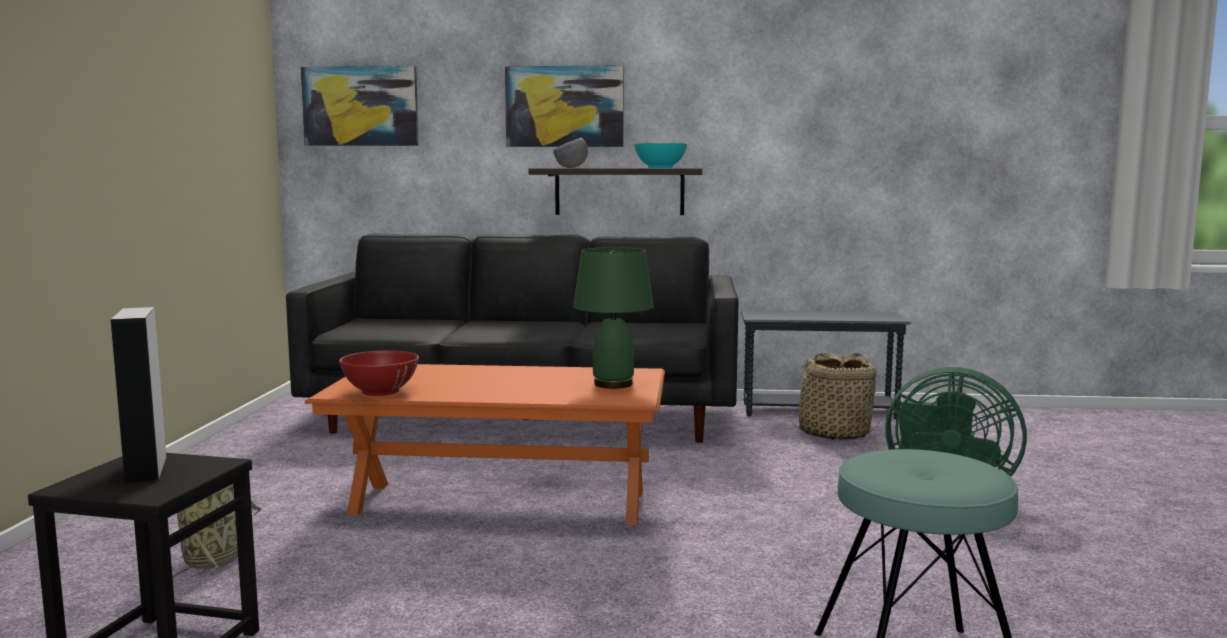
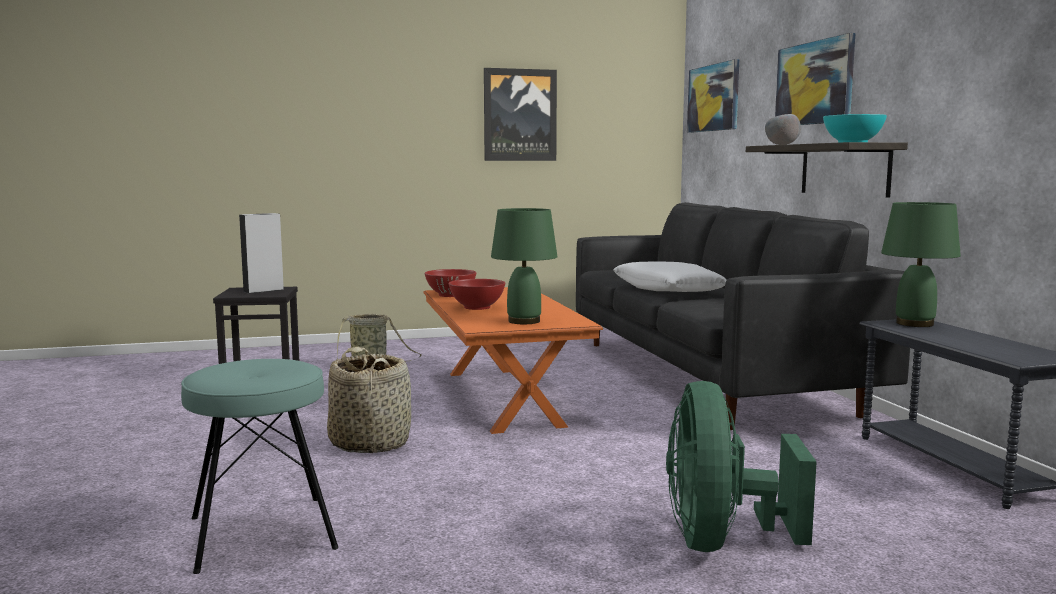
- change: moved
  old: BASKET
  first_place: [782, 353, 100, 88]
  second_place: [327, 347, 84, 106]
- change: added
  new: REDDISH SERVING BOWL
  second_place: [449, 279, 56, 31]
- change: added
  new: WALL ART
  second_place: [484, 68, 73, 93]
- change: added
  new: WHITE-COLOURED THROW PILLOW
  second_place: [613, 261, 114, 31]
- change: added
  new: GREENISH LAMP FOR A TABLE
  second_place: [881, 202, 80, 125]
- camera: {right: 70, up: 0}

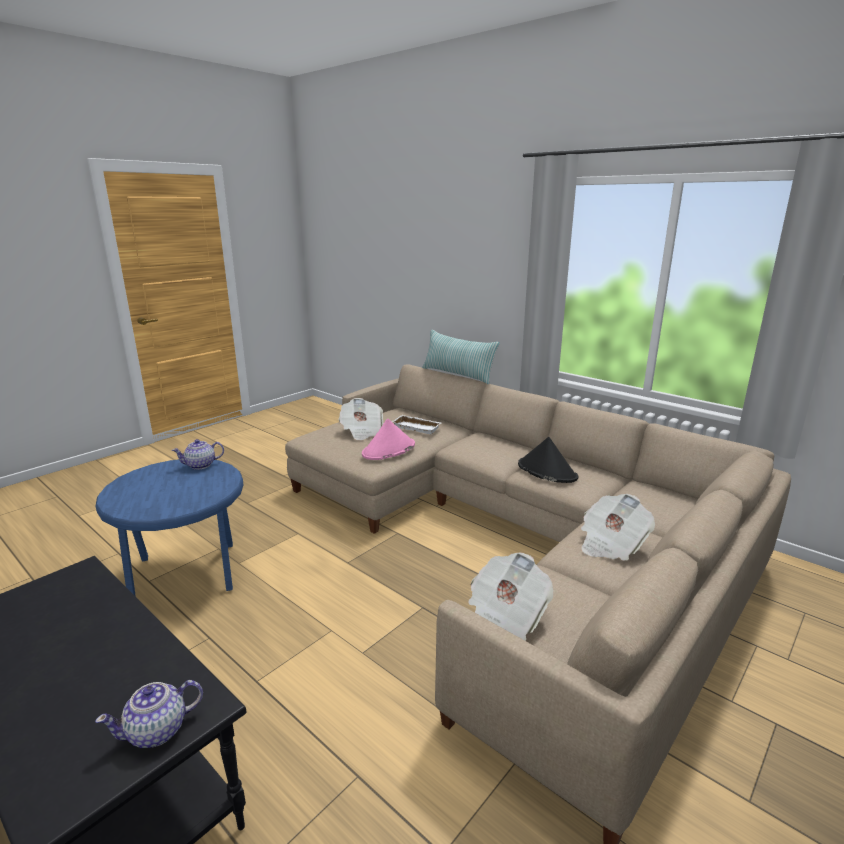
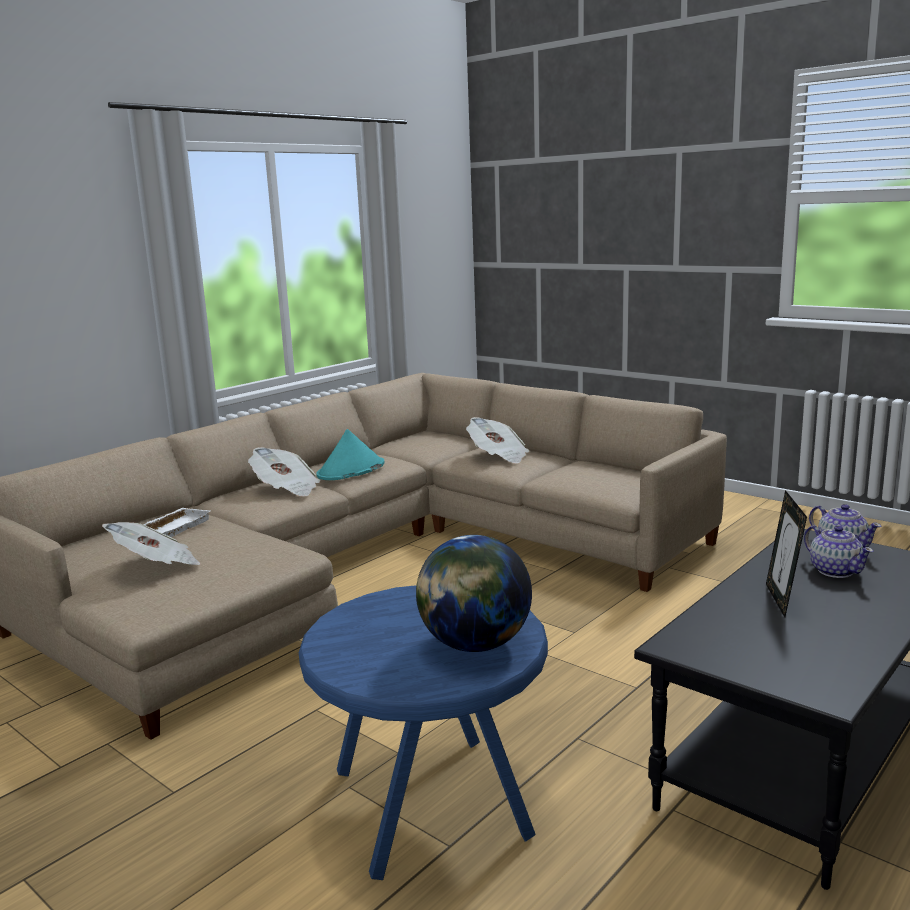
- change: moved
  old: NEWSPAPER
  first_place: [468, 552, 86, 89]
  second_place: [248, 447, 72, 50]
- change: recoloured
  old: BLACK-COLOURED CLOTHING HAT
  new: TURQUOISE CLOTHING HAT
  first_place: [518, 437, 60, 46]
  second_place: [316, 429, 68, 51]
- change: added
  new: DESK GLOBE
  second_place: [416, 535, 116, 117]
- change: added
  new: STANDING FRAME
  second_place: [766, 490, 41, 127]
- change: moved
  old: POT FOR TEA
  first_place: [172, 439, 52, 31]
  second_place: [804, 525, 70, 53]
- change: removed
  old: PINK-COLOURED CLOTHING HAT
  first_place: [362, 419, 53, 41]
- change: removed
  old: THROW PILLOW
  first_place: [422, 330, 78, 54]
- camera: {right: -90, up: -5}

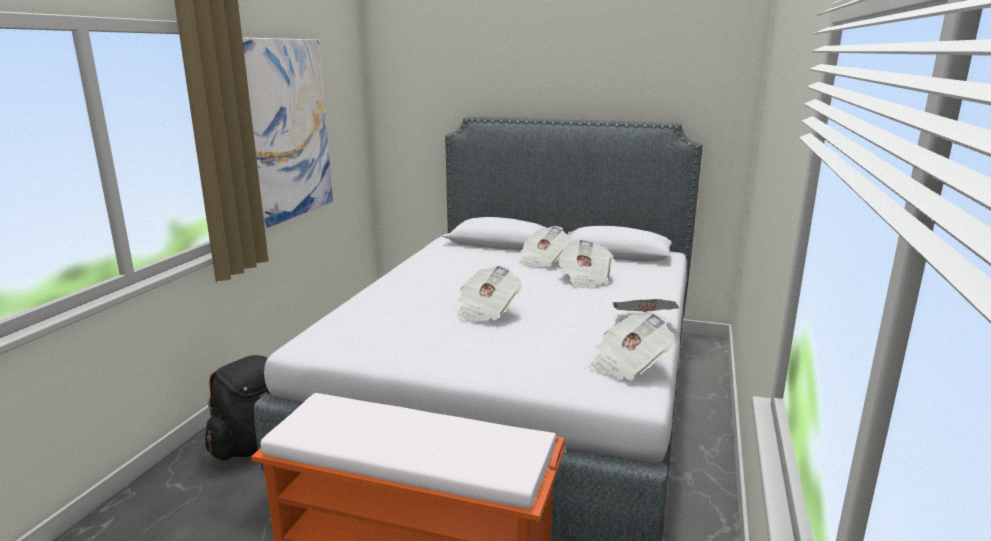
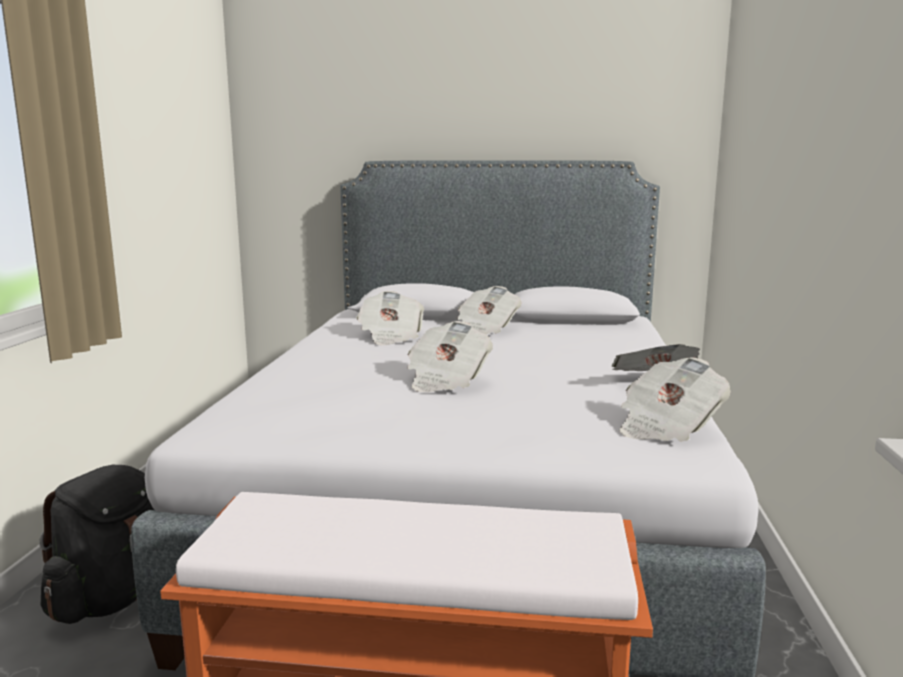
- change: moved
  old: NEWSPAPER
  first_place: [557, 239, 56, 49]
  second_place: [357, 291, 67, 54]
- change: removed
  old: WALL ART
  first_place: [242, 37, 91, 192]
- camera: {right: -10, up: -5}

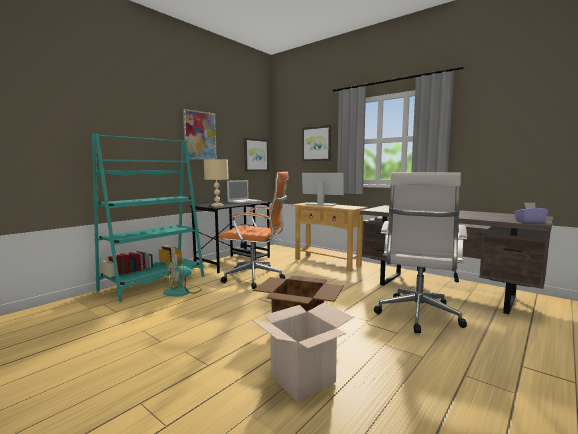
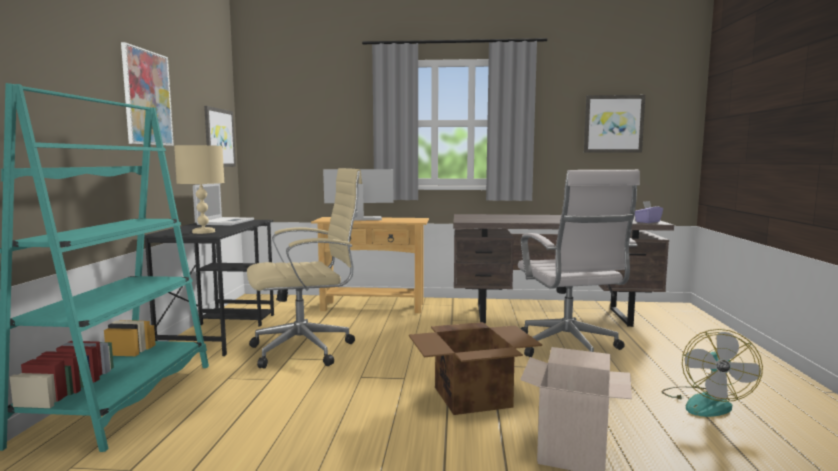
- change: recoloured
  old: ORANGEY DESK CHAIR
  new: BEIGE DESK CHAIR
  first_place: [219, 172, 70, 117]
  second_place: [247, 168, 115, 201]
- change: moved
  old: WALL ART
  first_place: [302, 125, 29, 36]
  second_place: [584, 95, 61, 58]
- change: moved
  old: FAN
  first_place: [163, 253, 39, 44]
  second_place: [662, 329, 101, 88]
- camera: {right: -35, up: 0}

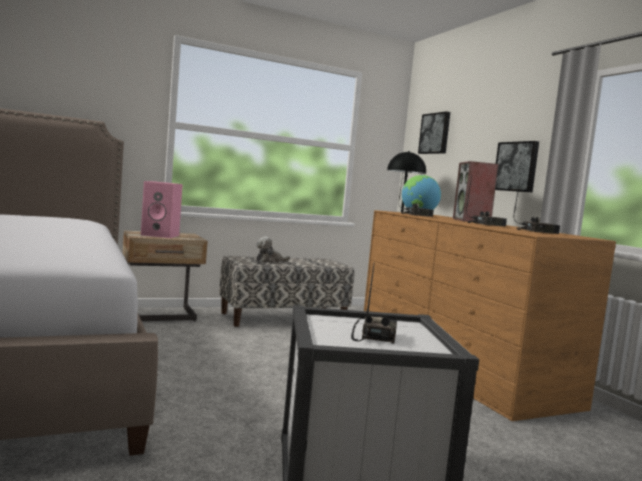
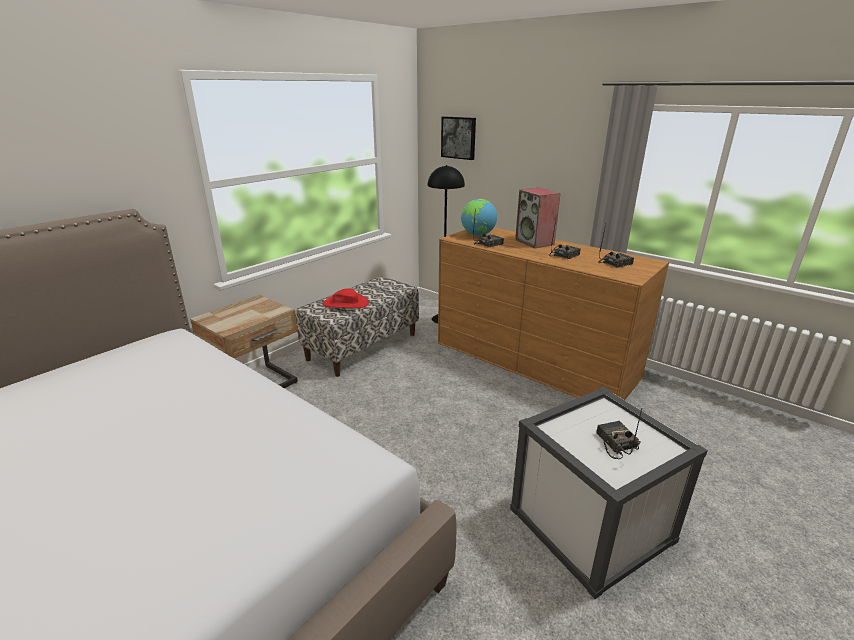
- change: replaced
  old: SOFT TOY
  new: REDDISH CLOTHING HAT
  first_place: [256, 237, 34, 26]
  second_place: [323, 288, 46, 20]
- change: removed
  old: PINK-COLOURED AUDIO SPEAKER
  first_place: [141, 181, 42, 57]
- change: removed
  old: WALL ART
  first_place: [495, 141, 44, 51]
- camera: {right: -25, up: 20}

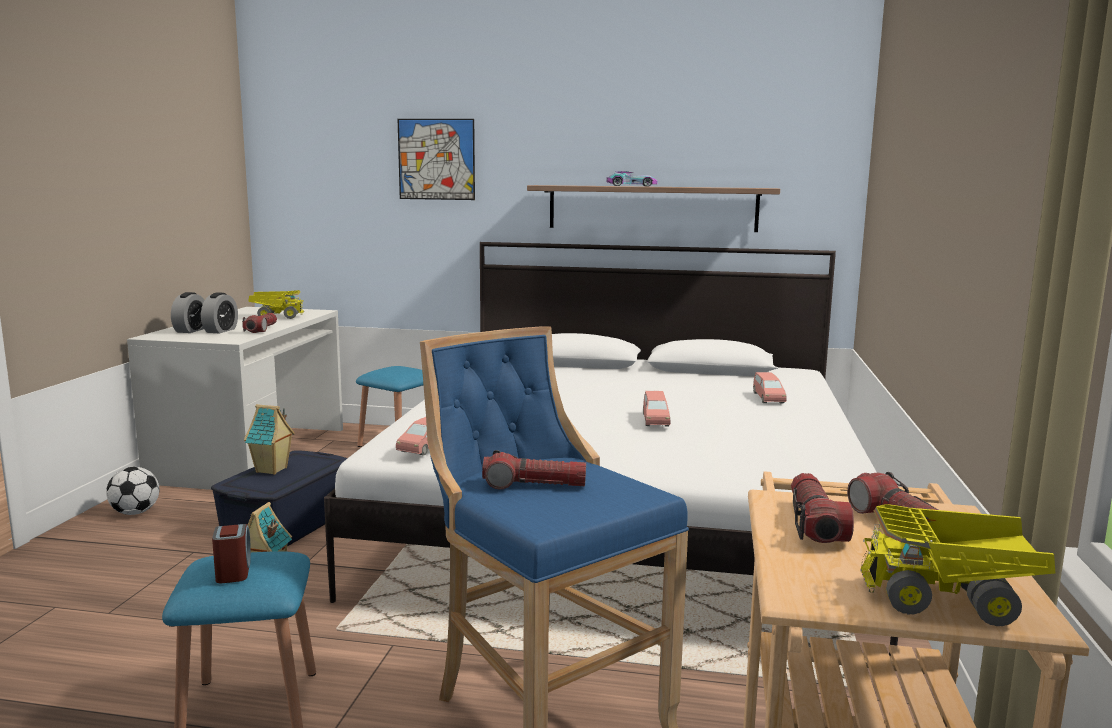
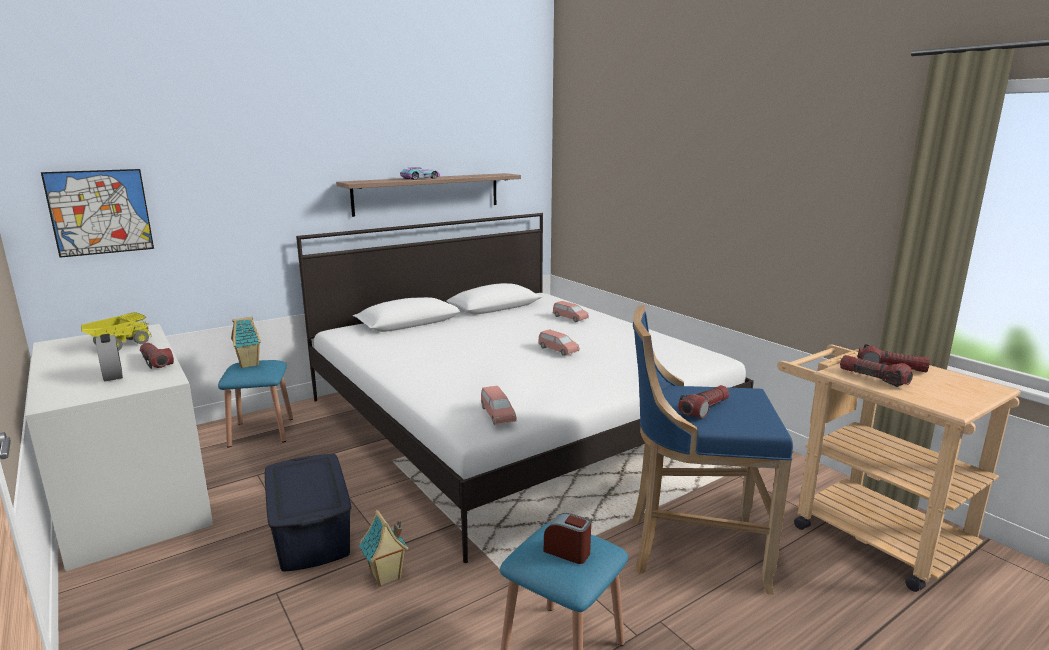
- change: moved
  old: WALL ART
  first_place: [398, 119, 77, 81]
  second_place: [41, 169, 113, 89]
- change: moved
  old: MODEL HOUSE
  first_place: [244, 404, 51, 71]
  second_place: [231, 317, 30, 51]
- change: removed
  old: FOOTBALL BALL
  first_place: [106, 467, 54, 48]
- change: removed
  old: TABLE CLOCK
  first_place: [171, 292, 34, 41]
- change: removed
  old: TOY TRUCK
  first_place: [860, 504, 195, 122]
- camera: {right: -45, up: 5}

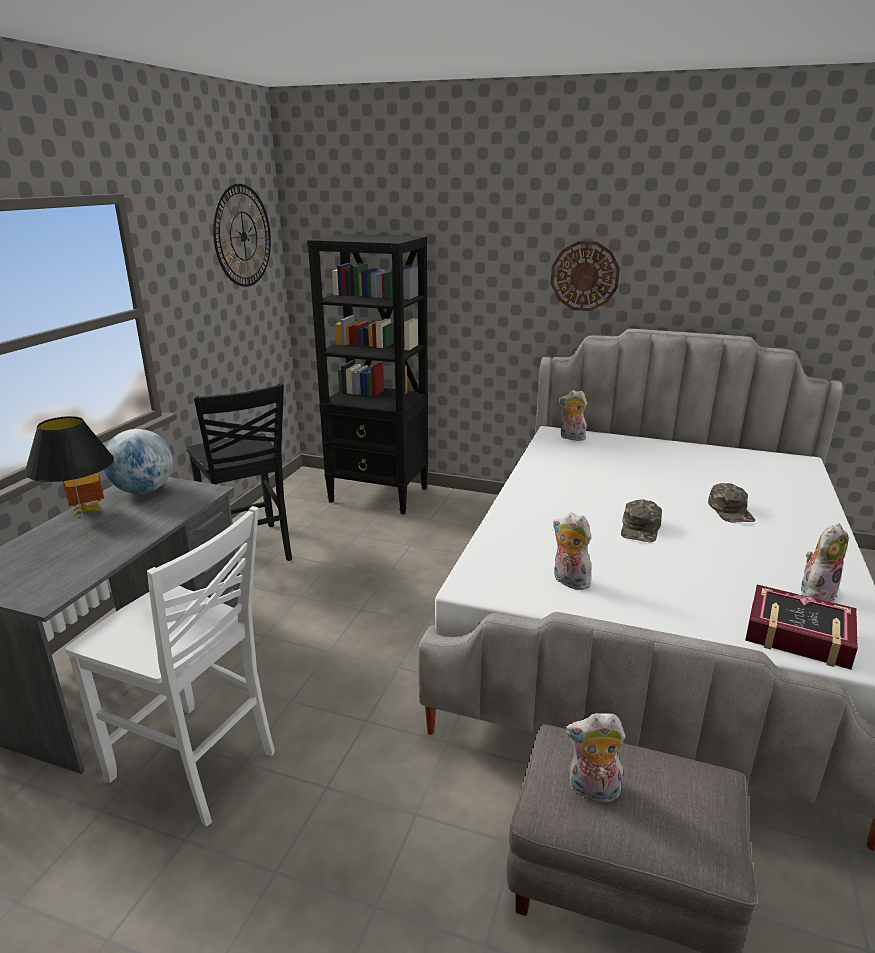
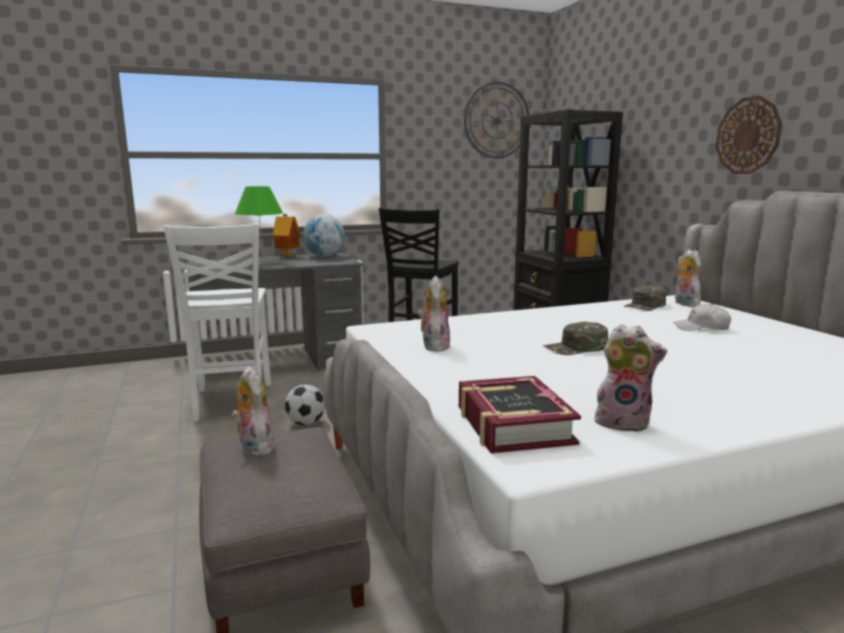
- change: recoloured
  old: BLACK-COLOURED LAMP FOR A TABLE
  new: GREENISH LAMP FOR A TABLE
  first_place: [24, 416, 90, 123]
  second_place: [235, 186, 48, 76]
- change: added
  new: FOOTBALL BALL
  second_place: [285, 384, 40, 41]
- change: moved
  old: GREENISH CAP
  first_place: [708, 483, 47, 40]
  second_place: [624, 286, 42, 25]
- change: added
  new: WHITE-COLOURED CAP
  second_place: [673, 303, 58, 28]
- camera: {right: 50, up: -10}

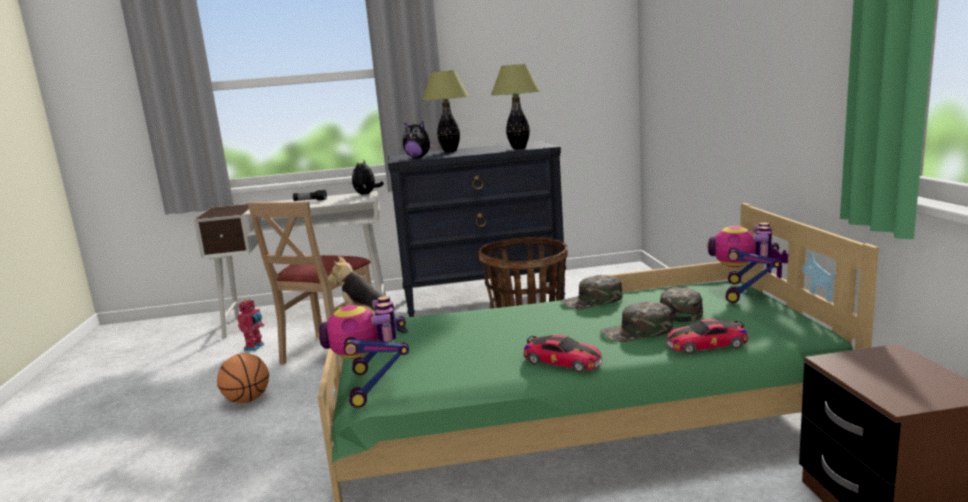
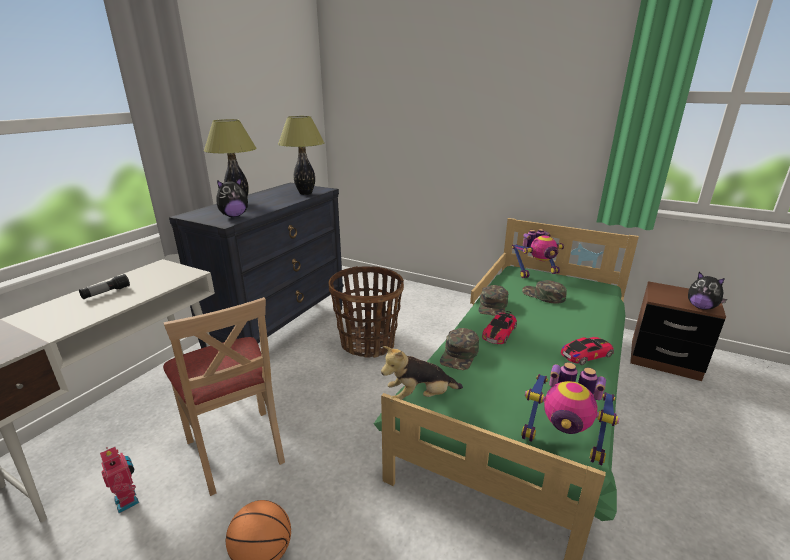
- change: moved
  old: GREENISH CAP
  first_place: [601, 301, 72, 41]
  second_place: [440, 328, 39, 42]
- change: moved
  old: TOY CAR
  first_place: [667, 319, 81, 35]
  second_place: [482, 311, 35, 33]
- change: turned
  old: TOY ROBOT
  first_place: [706, 223, 75, 80]
  second_place: [512, 229, 52, 49]
  degrees: -75
- change: moved
  old: SOFT TOY
  first_place: [352, 160, 32, 35]
  second_place: [688, 272, 39, 38]
- camera: {right: -55, up: 10}

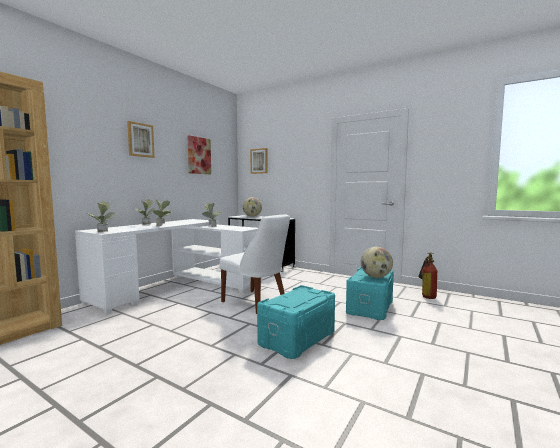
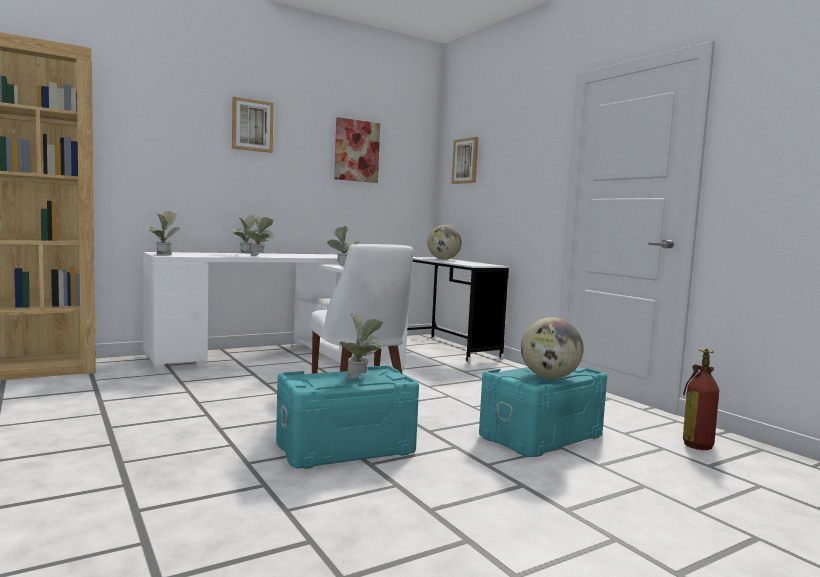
- change: added
  new: HOUSEPLANT
  second_place: [339, 313, 44, 66]
- camera: {right: 25, up: 0}

